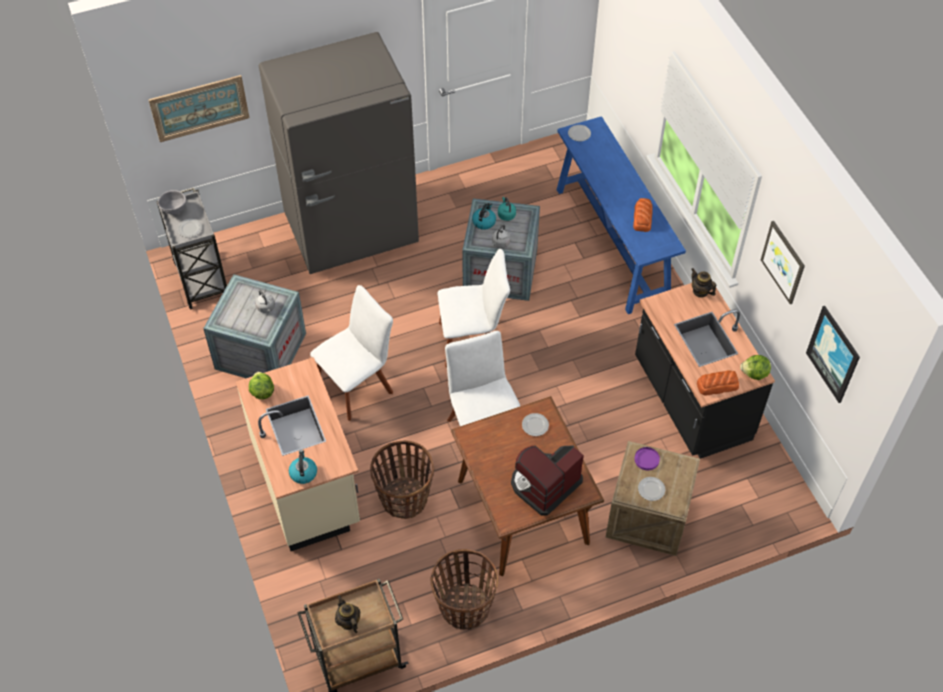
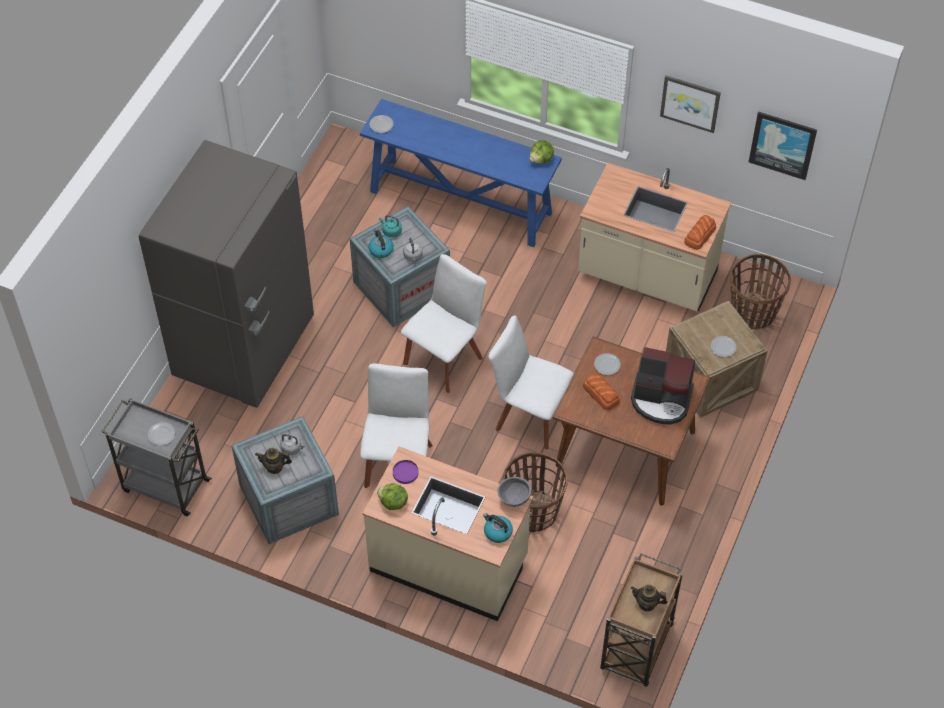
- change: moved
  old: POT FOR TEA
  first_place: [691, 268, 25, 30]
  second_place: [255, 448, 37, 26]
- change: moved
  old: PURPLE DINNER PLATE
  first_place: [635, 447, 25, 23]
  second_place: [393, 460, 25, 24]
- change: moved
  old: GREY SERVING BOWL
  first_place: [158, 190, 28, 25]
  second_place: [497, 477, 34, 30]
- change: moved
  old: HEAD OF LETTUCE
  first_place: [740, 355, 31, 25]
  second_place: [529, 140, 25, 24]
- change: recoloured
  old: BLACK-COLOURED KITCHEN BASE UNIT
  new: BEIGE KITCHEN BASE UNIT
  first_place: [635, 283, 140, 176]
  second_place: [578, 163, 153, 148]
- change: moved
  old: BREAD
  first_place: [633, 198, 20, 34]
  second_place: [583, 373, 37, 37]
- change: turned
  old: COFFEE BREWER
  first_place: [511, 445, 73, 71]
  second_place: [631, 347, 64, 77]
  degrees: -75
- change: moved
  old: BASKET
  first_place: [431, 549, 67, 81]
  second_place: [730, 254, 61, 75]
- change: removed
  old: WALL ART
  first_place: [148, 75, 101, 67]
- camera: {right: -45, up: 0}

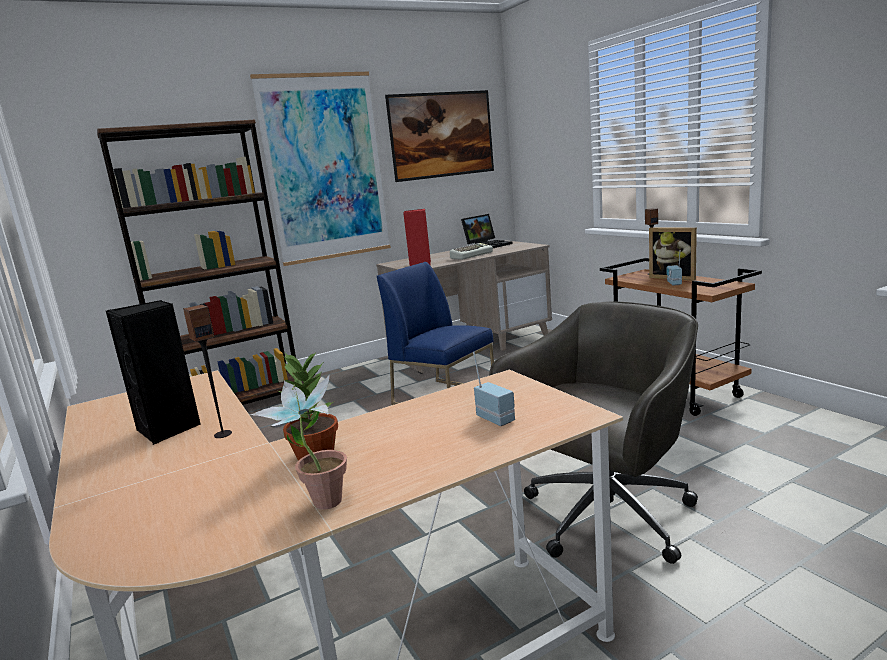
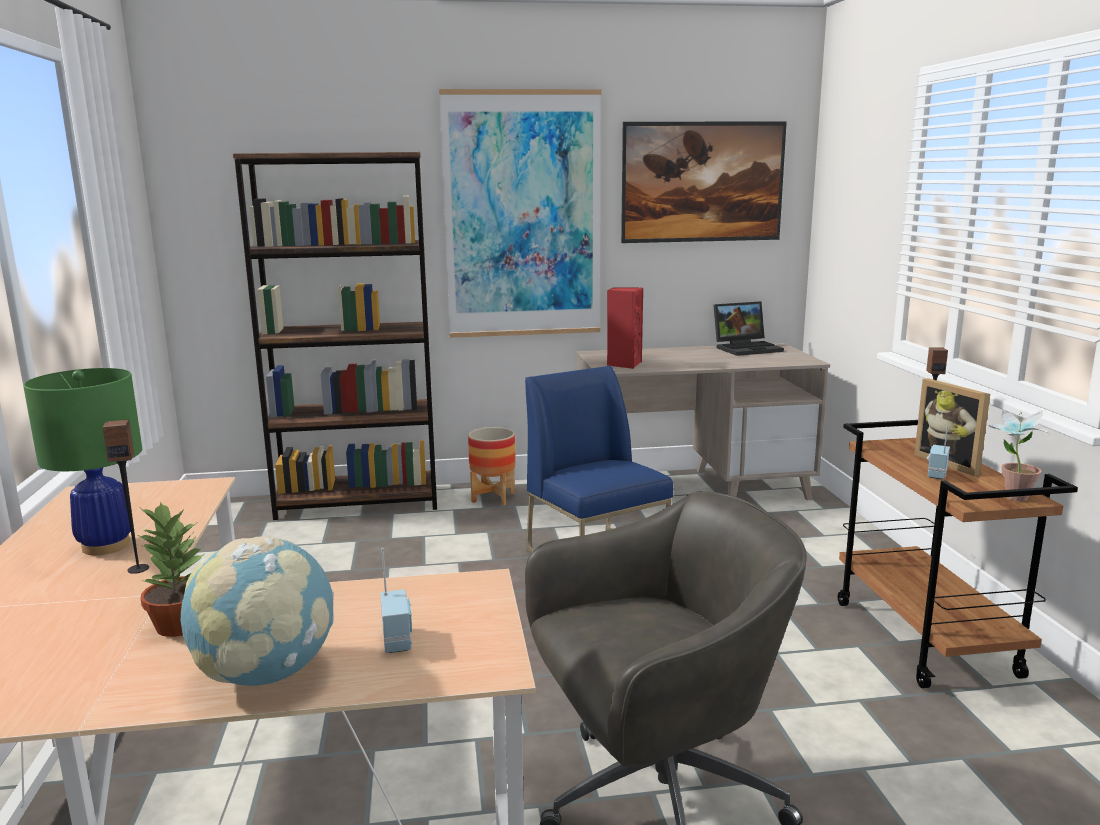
- change: replaced
  old: BLACK-COLOURED AUDIO SPEAKER
  new: GREENISH LAMP FOR A TABLE
  first_place: [106, 300, 95, 145]
  second_place: [23, 368, 119, 187]
- change: added
  new: DESK GLOBE
  second_place: [181, 536, 153, 150]
- change: added
  new: PLANT POT
  second_place: [468, 427, 48, 79]
- change: moved
  old: HOUSEPLANT
  first_place: [250, 375, 97, 135]
  second_place: [989, 409, 61, 92]
- change: removed
  old: PC KEYBOARD
  first_place: [450, 243, 43, 17]
- camera: {right: 20, up: 0}

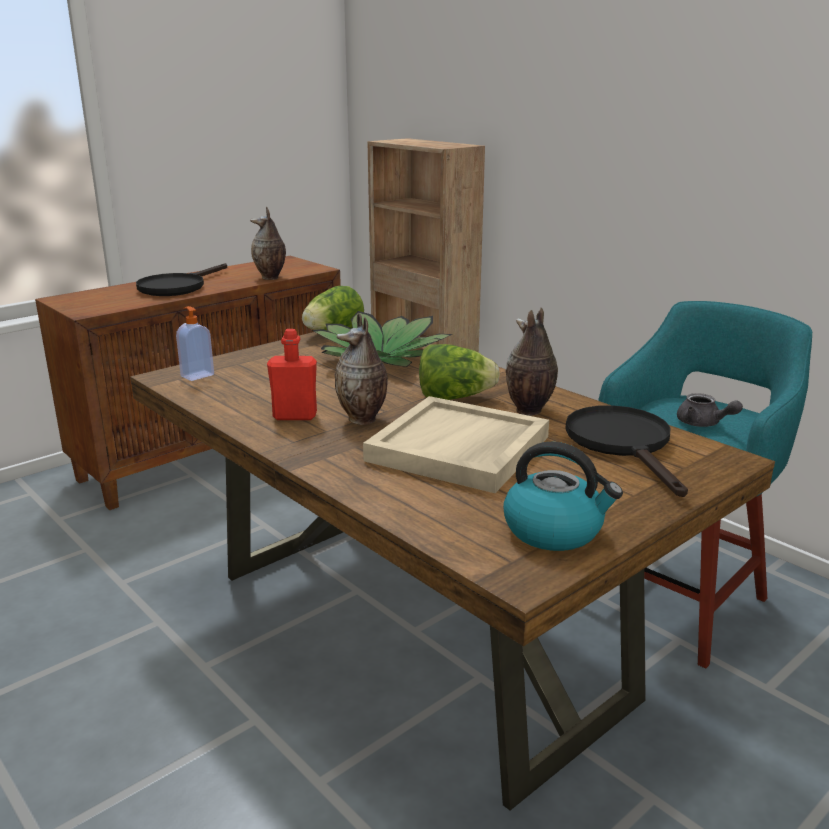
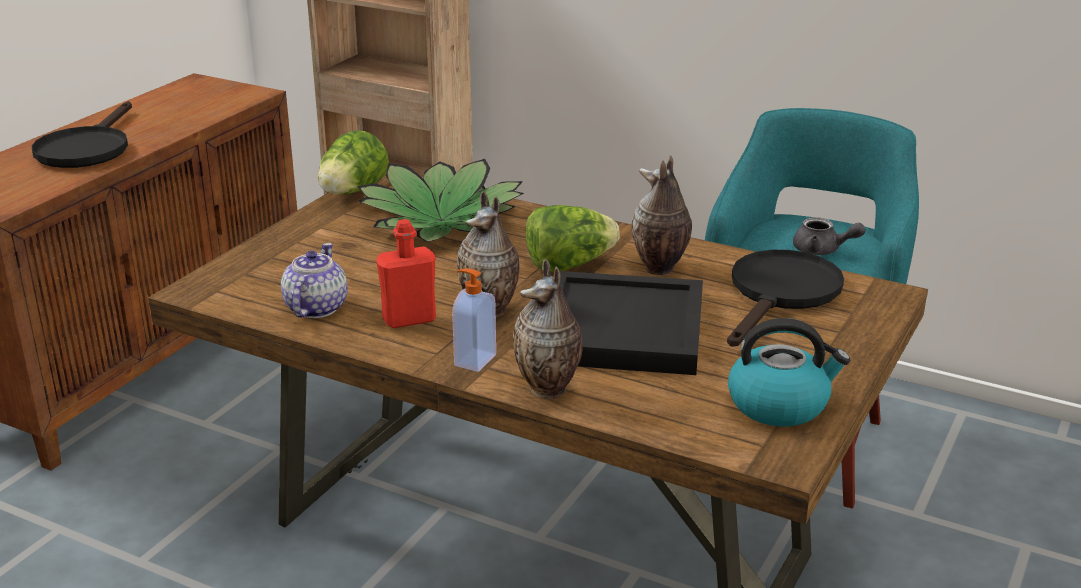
- change: added
  new: POT FOR TEA
  second_place: [281, 243, 67, 75]
- change: moved
  old: SOAP DISPENSER
  first_place: [176, 306, 38, 75]
  second_place: [452, 268, 44, 104]
- change: moved
  old: DECORATIVE VASE
  first_place: [250, 207, 36, 73]
  second_place: [513, 259, 70, 140]
- change: recoloured
  old: BEIGE CARRYING TRAY
  new: BLACK-COLOURED CARRYING TRAY
  first_place: [363, 396, 186, 97]
  second_place: [560, 271, 143, 104]
- change: turned
  old: BLACK-COLOURED SKILLET
  first_place: [565, 405, 123, 92]
  second_place: [727, 250, 117, 97]
  degrees: 60
- camera: {right: -20, up: 5}

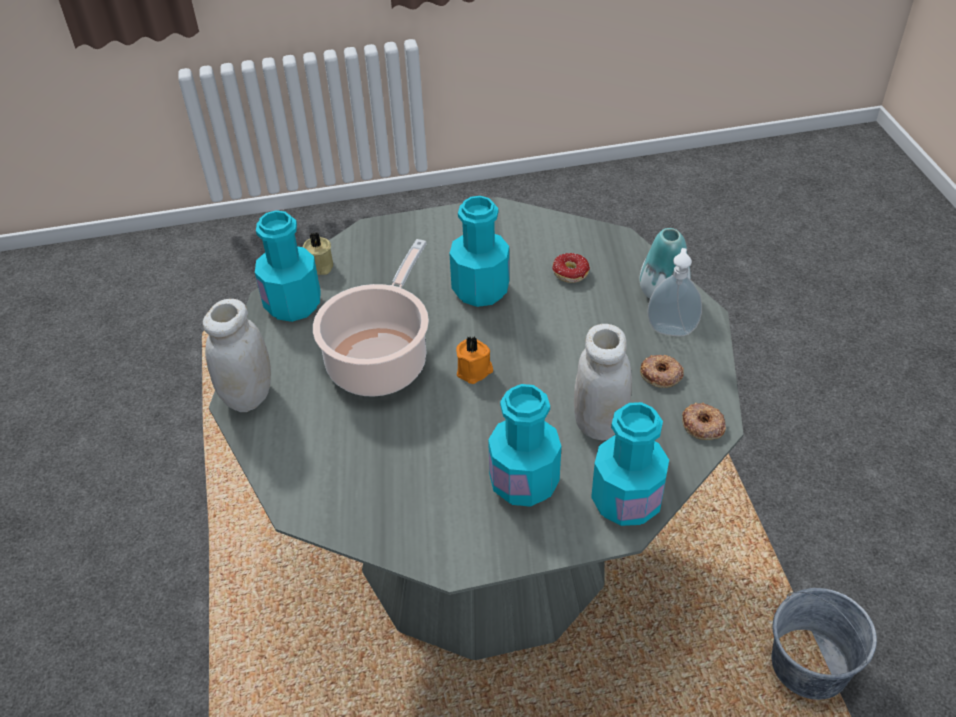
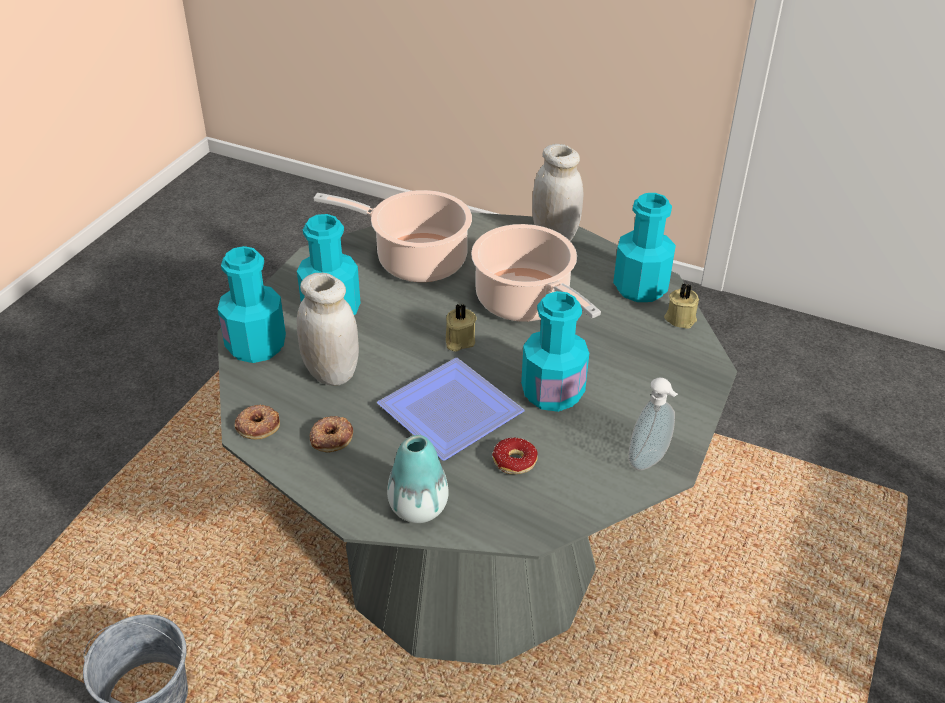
- change: added
  new: COOKING POT
  second_place: [314, 190, 158, 92]
- change: added
  new: DINNER PLATE
  second_place: [377, 358, 148, 102]
- change: recoloured
  old: ORANGEY WAX CANDLE
  new: BEIGE WAX CANDLE
  first_place: [456, 335, 37, 49]
  second_place: [446, 304, 31, 48]
- change: moved
  old: SOAP DISPENSER
  first_place: [647, 248, 55, 88]
  second_place: [628, 378, 50, 93]
- camera: {right: 125, up: -5}

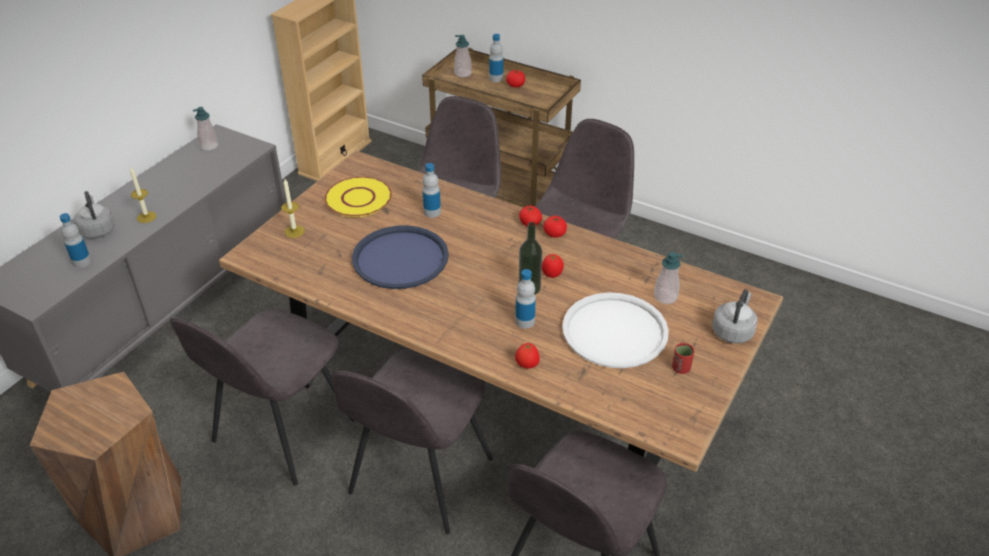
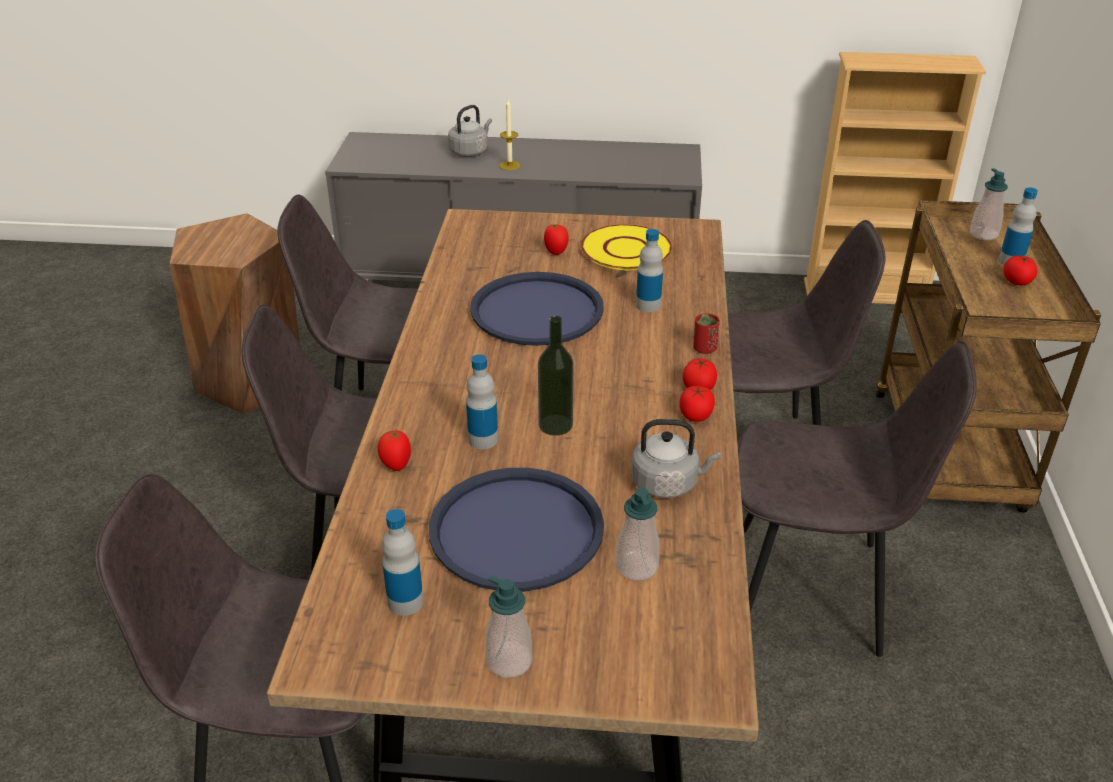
- change: moved
  old: DRINK BOTTLE
  first_place: [60, 213, 31, 55]
  second_place: [382, 509, 41, 107]
- change: recoloured
  old: WHITE-COLOURED CARRYING TRAY
  new: BLUE CARRYING TRAY
  first_place: [562, 292, 107, 76]
  second_place: [429, 468, 175, 124]
- change: moved
  old: SOAP DISPENSER
  first_place: [193, 107, 26, 44]
  second_place: [485, 575, 47, 103]
- change: moved
  old: FRESH TOMATO
  first_place: [542, 254, 22, 24]
  second_place: [544, 224, 25, 31]
- change: moved
  old: GREY WATER KETTLE
  first_place: [712, 289, 46, 54]
  second_place: [631, 419, 90, 79]
- change: moved
  old: REDDISH CUP
  first_place: [672, 343, 22, 31]
  second_place: [693, 313, 27, 41]
- change: removed
  old: WAX CANDLE
  first_place: [281, 179, 24, 59]
- camera: {right: 65, up: -5}

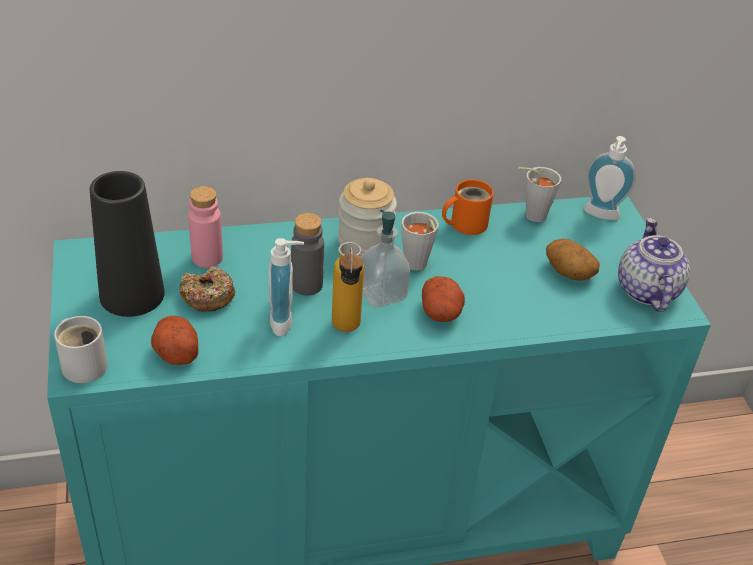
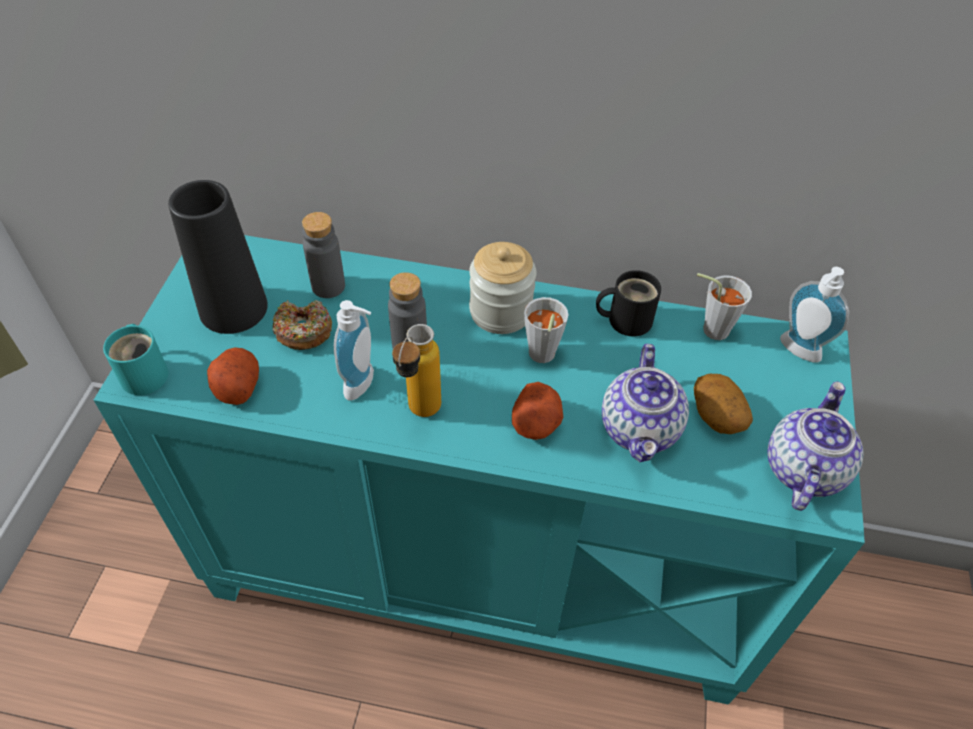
- change: recoloured
  old: WHITE-COLOURED MUG
  new: TURQUOISE MUG
  first_place: [54, 316, 54, 67]
  second_place: [103, 324, 65, 71]
- change: recoloured
  old: PINK-COLOURED DRINK BOTTLE
  new: GREY DRINK BOTTLE
  first_place: [188, 186, 35, 82]
  second_place: [302, 212, 43, 86]
- change: recoloured
  old: ORANGEY MUG
  new: BLACK-COLOURED MUG
  first_place: [442, 179, 52, 56]
  second_place: [596, 270, 65, 66]
- change: added
  new: POT FOR TEA
  second_place: [602, 344, 87, 118]
- change: removed
  old: SOAP DISPENSER
  first_place: [360, 209, 50, 99]
- camera: {right: 25, up: 10}

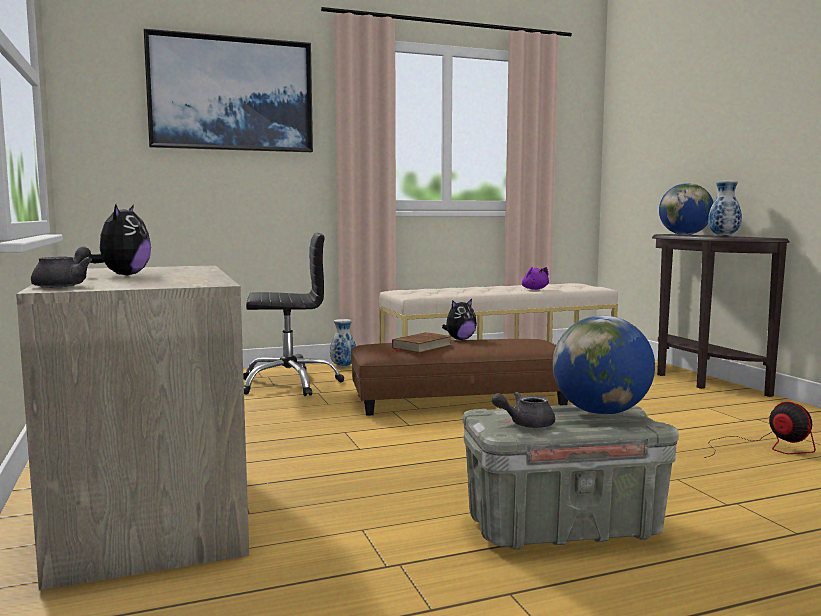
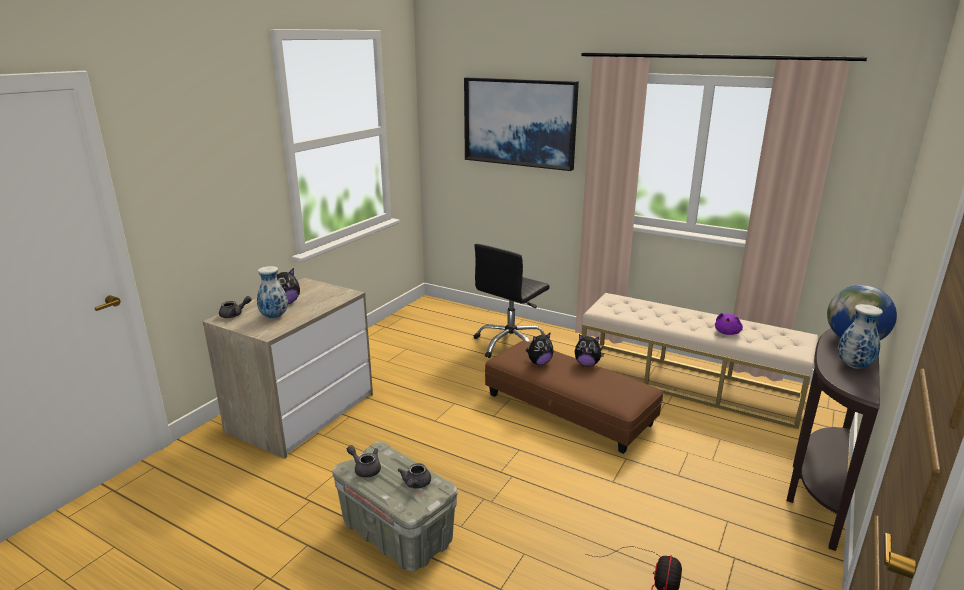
- change: moved
  old: DECORATIVE VASE
  first_place: [330, 319, 26, 48]
  second_place: [257, 266, 31, 53]
- change: replaced
  old: DESK GLOBE
  new: GREY POT FOR TEA
  first_place: [553, 315, 102, 100]
  second_place: [398, 463, 33, 26]
- change: turned
  old: BLACK-COLOURED DESK CHAIR
  first_place: [243, 233, 101, 163]
  second_place: [474, 244, 76, 114]
  degrees: 90
- change: replaced
  old: BROWN VOLUME
  new: SOFT TOY
  first_place: [392, 332, 60, 21]
  second_place: [526, 332, 28, 33]
- camera: {right: 50, up: 15}

